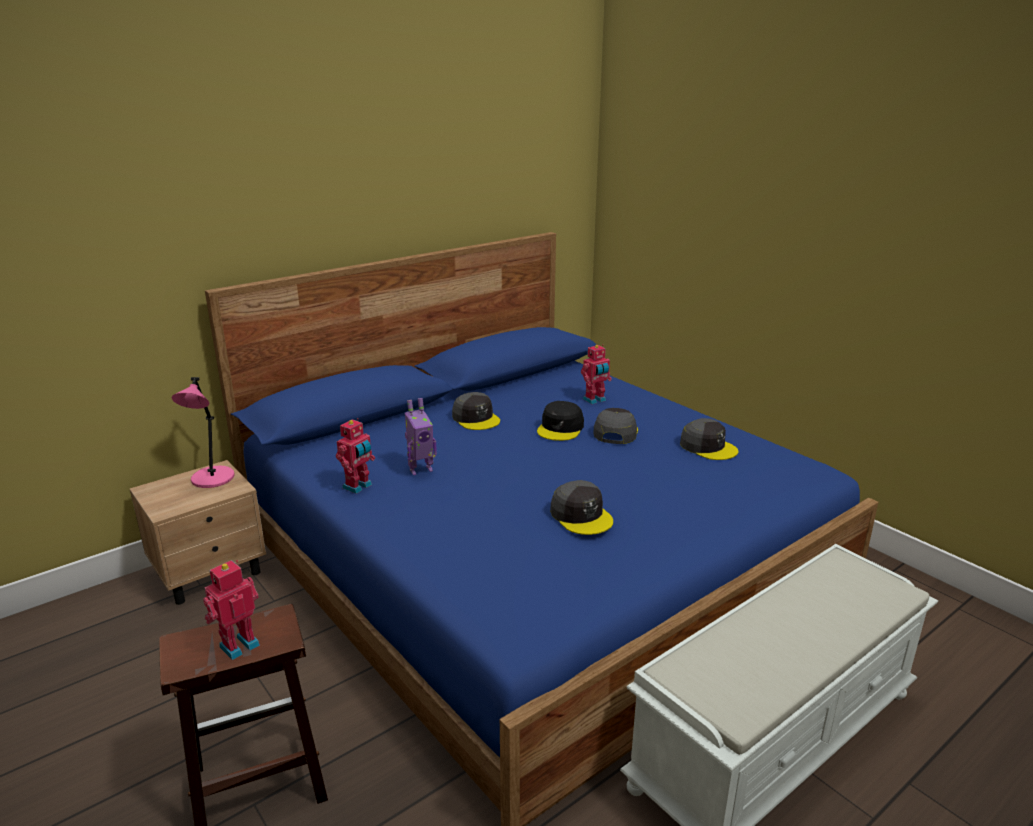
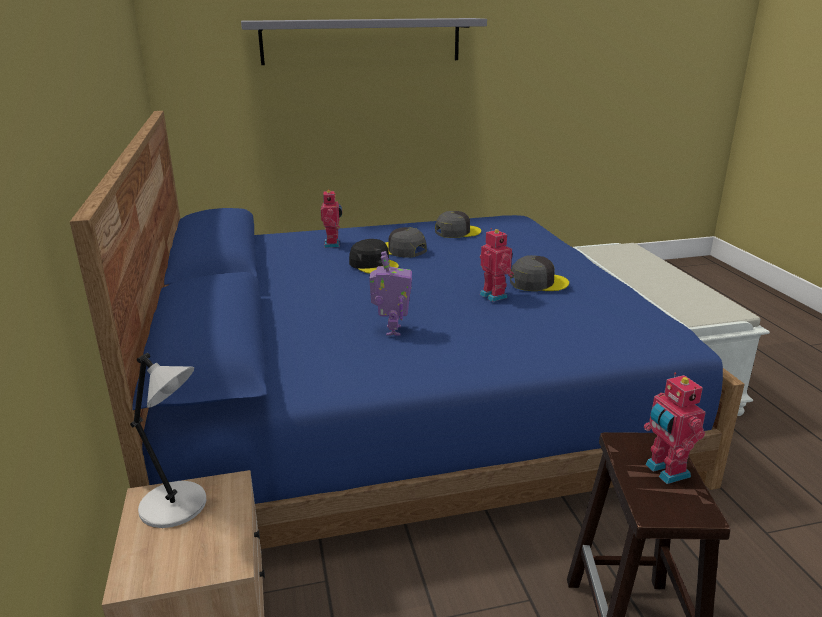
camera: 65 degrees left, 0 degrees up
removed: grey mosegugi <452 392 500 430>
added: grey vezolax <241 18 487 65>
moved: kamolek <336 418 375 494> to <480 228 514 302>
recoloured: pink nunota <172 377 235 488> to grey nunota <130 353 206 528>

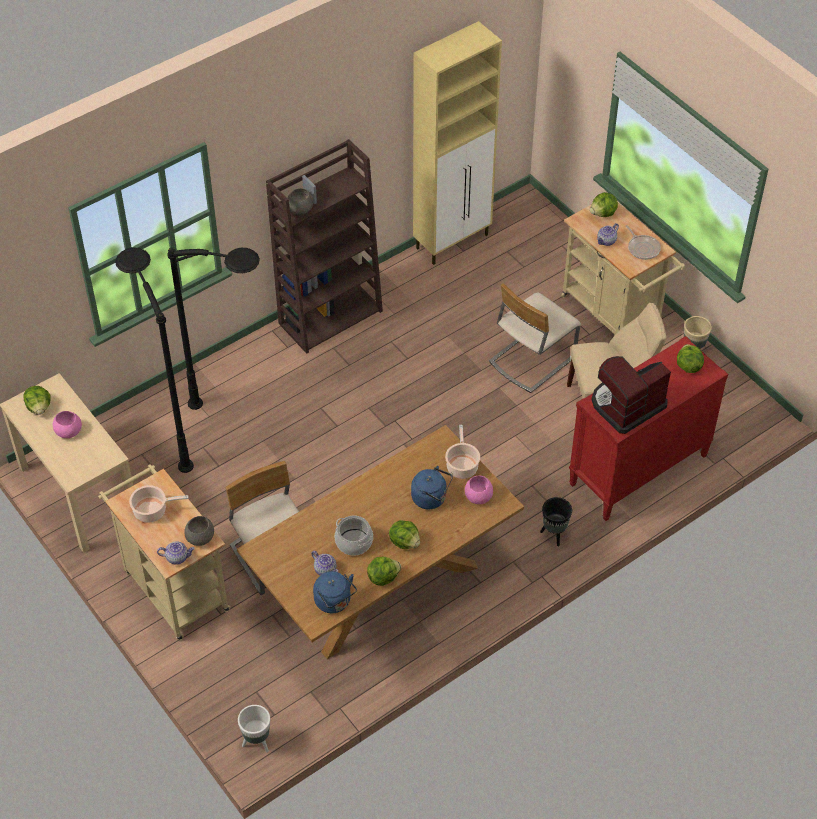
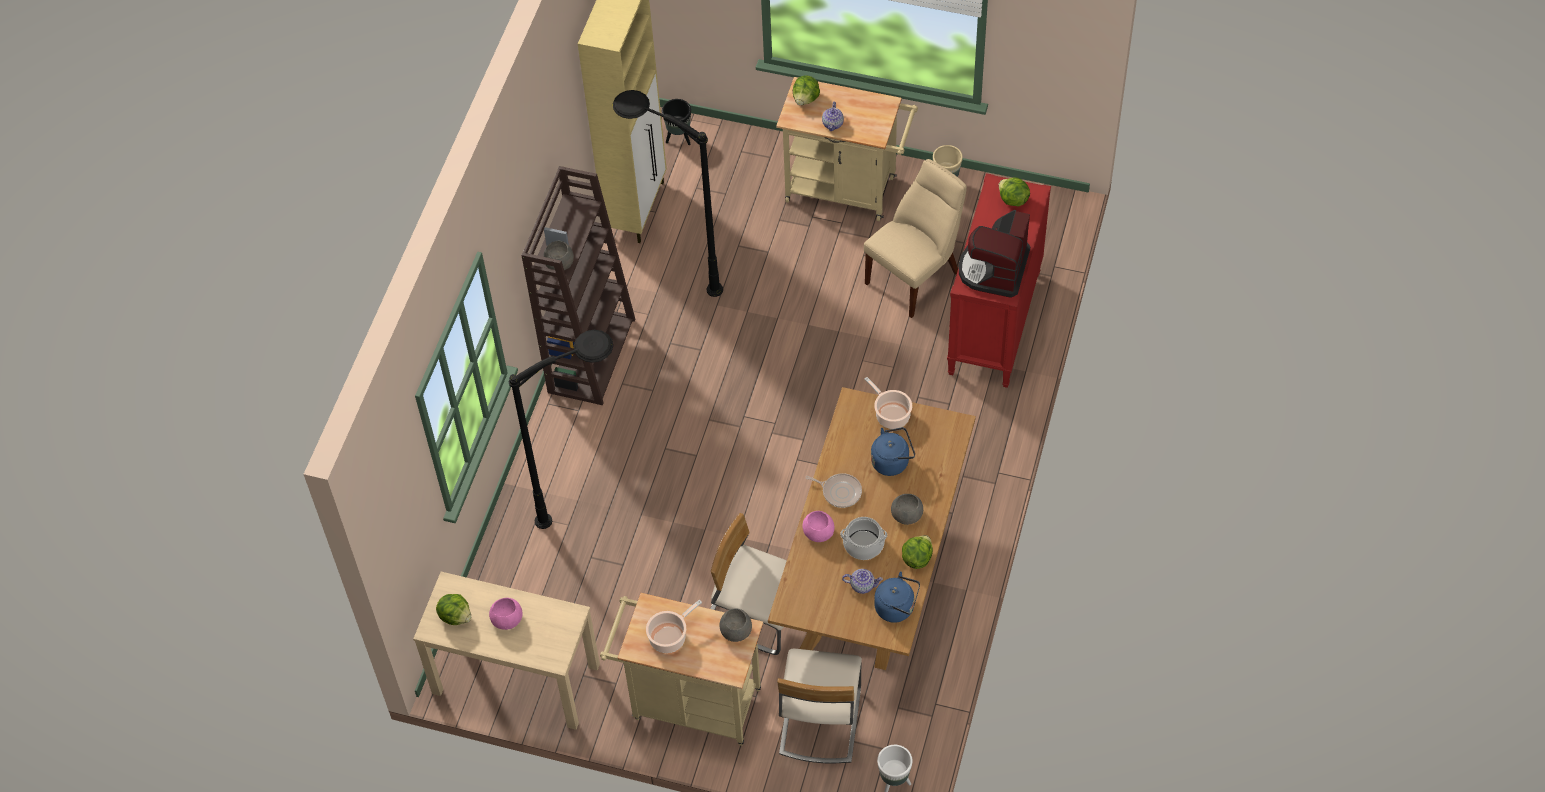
camera: 35 degrees left, 5 degrees up
removed: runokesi <157 542 195 565>
moved: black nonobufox <115 247 194 473> to <613 90 723 297>; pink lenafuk <465 476 493 504> to <802 511 834 542>; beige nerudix <489 283 581 393> to <777 649 862 764>; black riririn <540 497 572 546> to <662 99 691 145>; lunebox <625 225 661 260> to <806 473 862 508>
replaced: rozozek <389 520 420 549> to grey lenafuk <891 494 923 525>

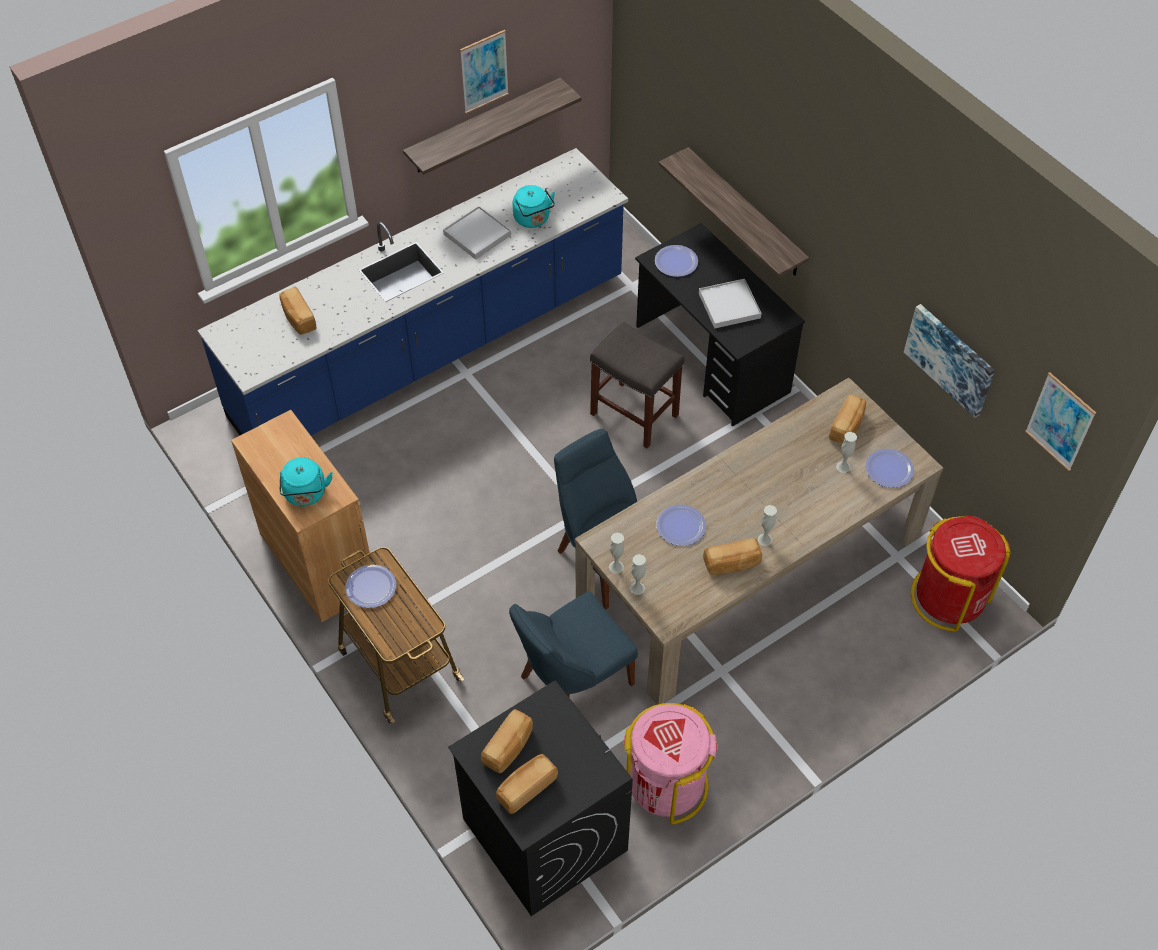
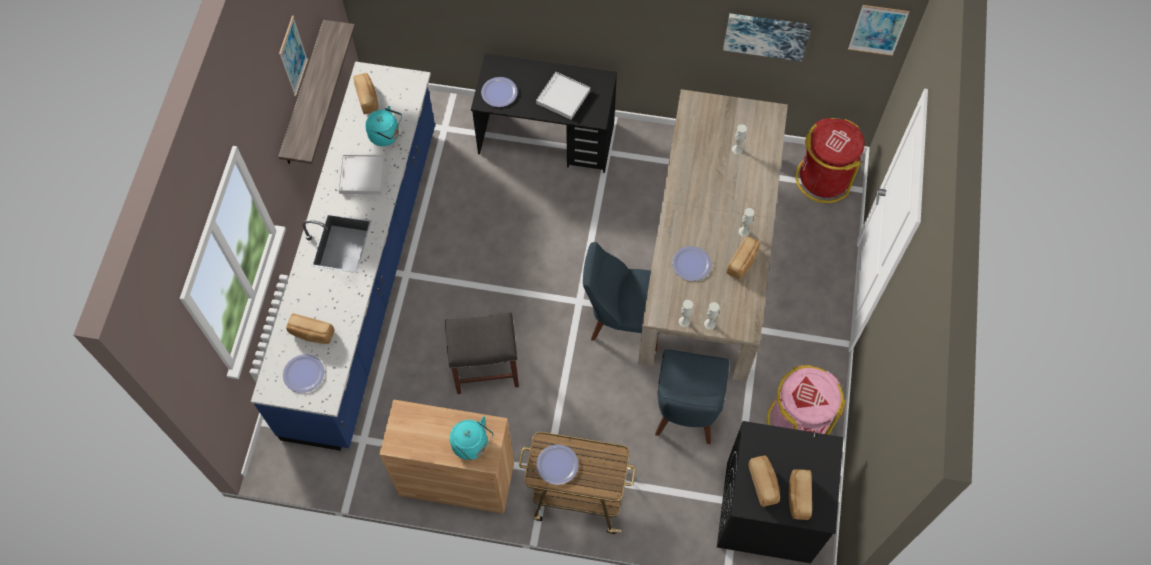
camera: 45 degrees left, 10 degrees up
removed: vezolax <659 147 809 277>
moved: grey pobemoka <590 322 685 448> to <445 312 519 394>; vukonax <829 394 866 444> to <353 73 378 114>; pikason <865 449 914 488> to <283 354 324 393>

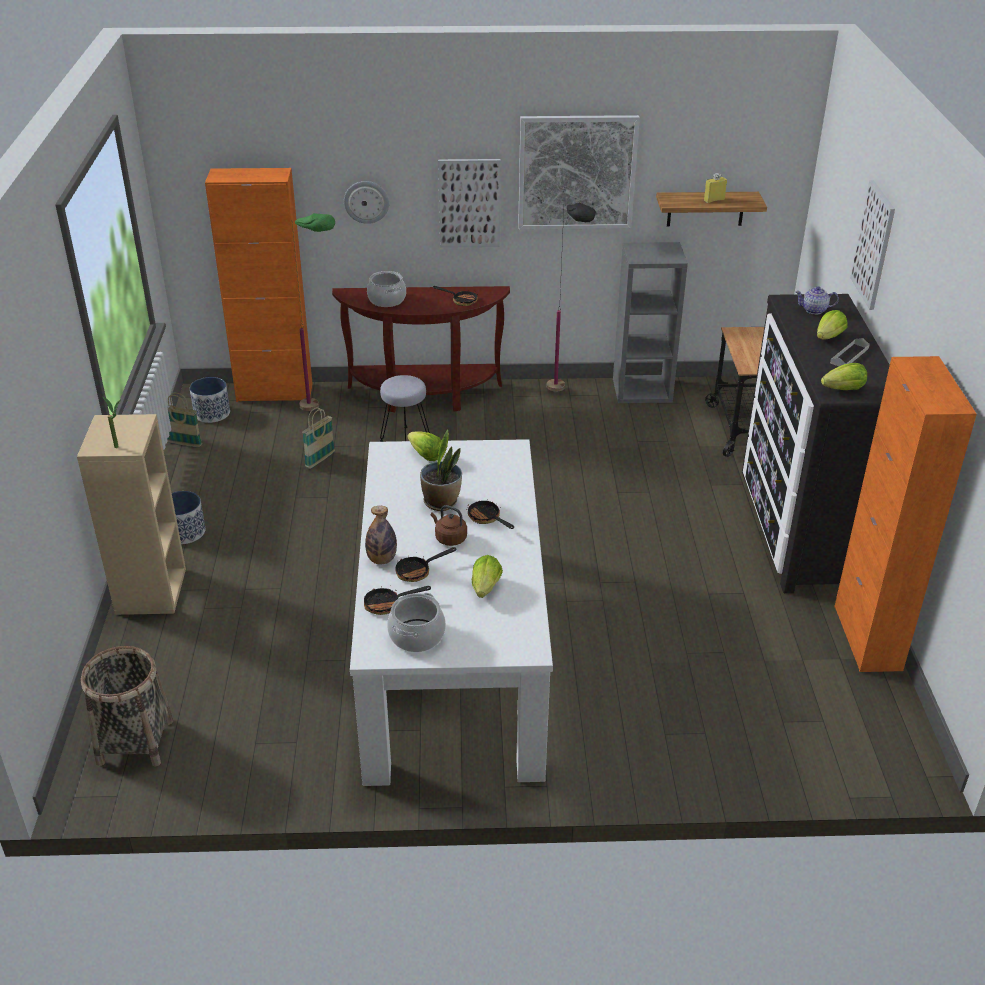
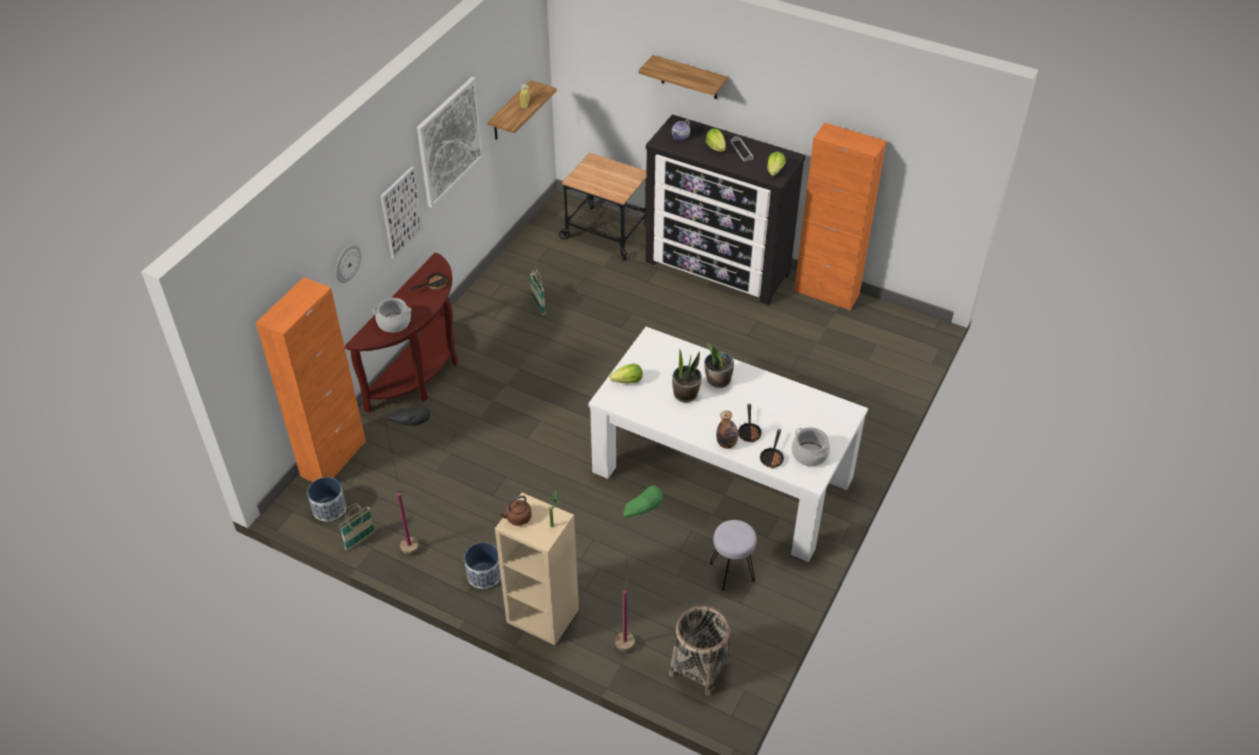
camera: 60 degrees left, 10 degrees up
removed: rozozek <472 555 503 598>; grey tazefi <613 242 688 403>
moved: green nonobufox <292 213 335 411> to <615 486 663 651>; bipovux <302 407 335 469> to <530 270 546 315>; grey pobemoka <380 375 430 442> to <710 520 757 591>; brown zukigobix <431 505 467 546> to <499 496 532 526>; black nonobufox <547 203 596 392> to <385 406 430 554>
replaced: lunebox <466 499 514 529> to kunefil <704 340 734 388>; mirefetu <850 180 895 310> to vezolax <638 55 728 99>

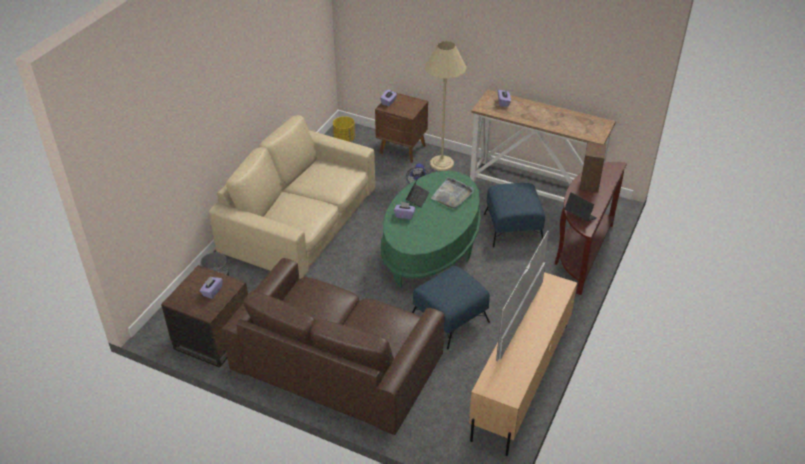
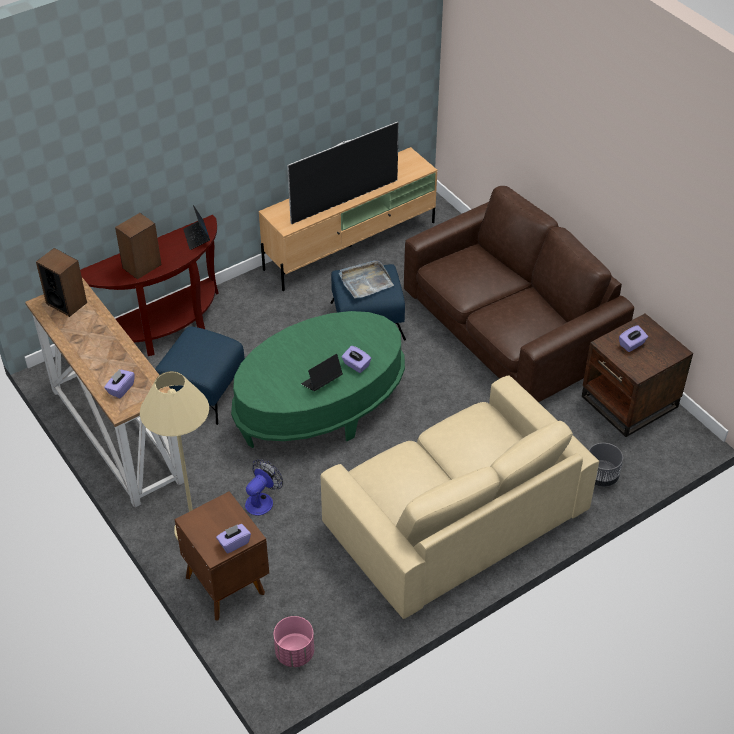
camera: 150 degrees left, 5 degrees up
added: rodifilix <36 248 87 317>
moved: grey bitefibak <431 177 474 209> to <339 260 394 299>
recoloured: yellow riririn <333 116 355 142> to pink riririn <274 616 314 667>

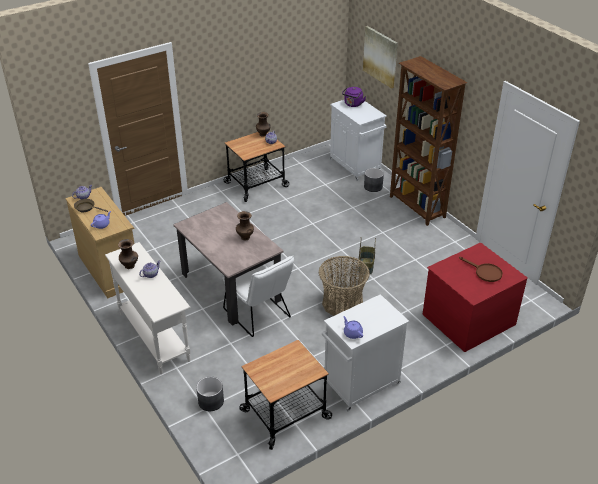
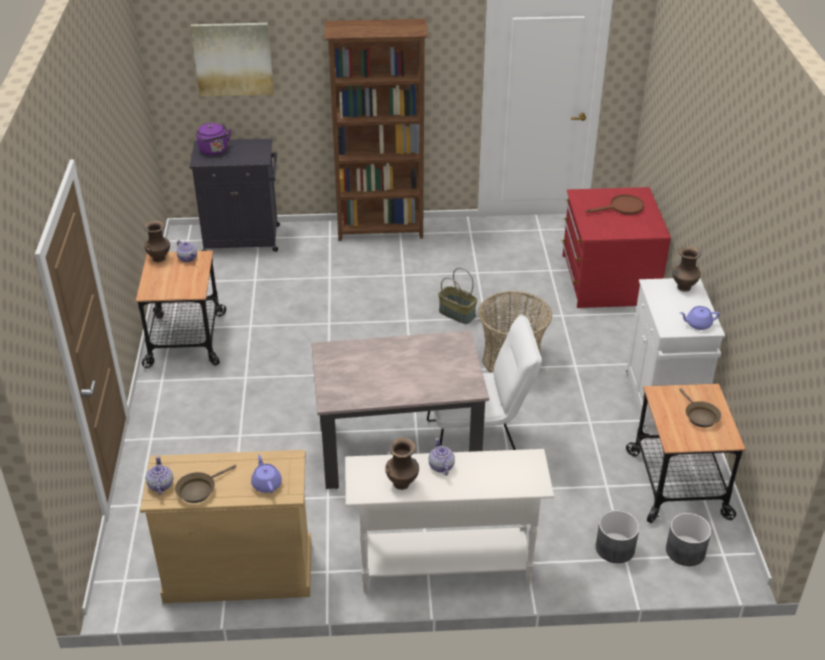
camera: 60 degrees left, 0 degrees up
added: brown lunebox <679 388 721 428>
moved: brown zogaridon <236 211 254 241> to <672 247 701 292>; grey riririn <364 168 384 192> to <666 513 711 566>
recoloured: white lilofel <329 100 387 181> to black lilofel <189 139 280 252>

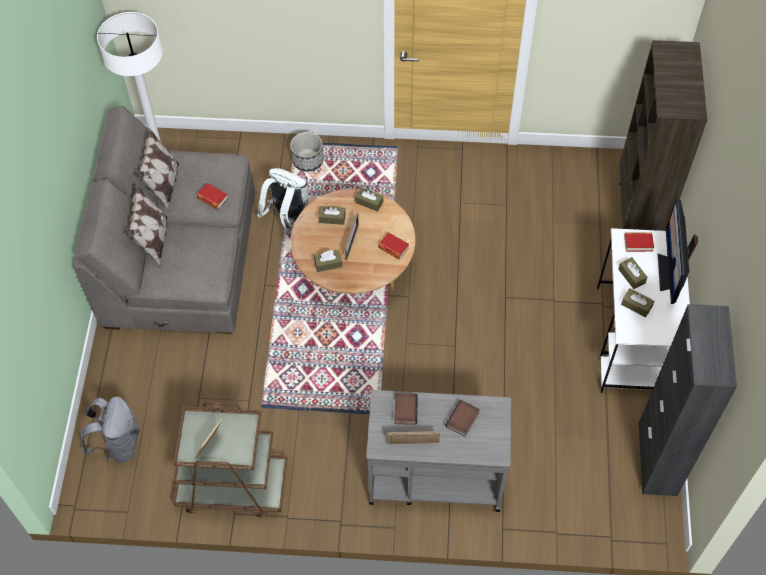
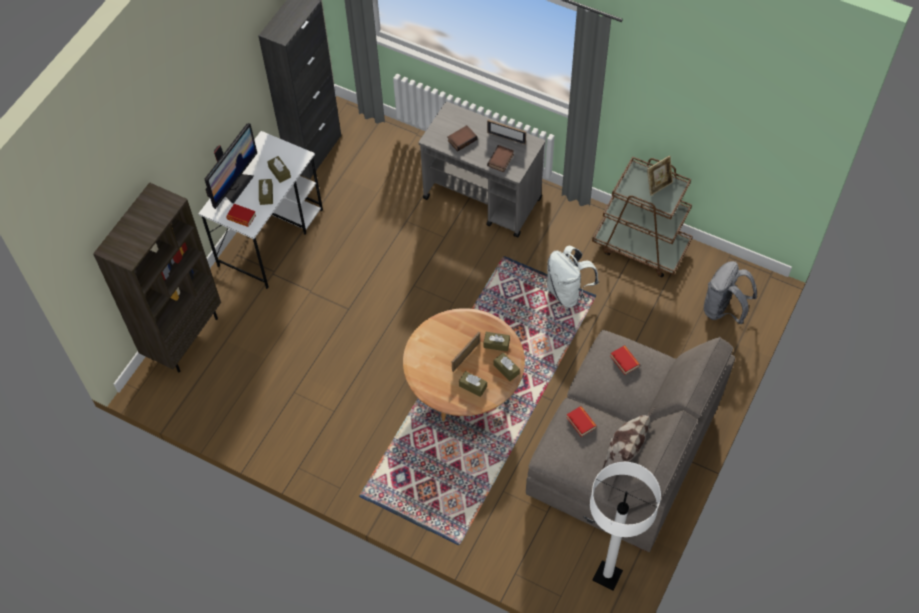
camera: 155 degrees left, 0 degrees up
removed: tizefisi <127 184 167 267>; riririn <290 132 324 172>
moved: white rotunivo <257 168 309 232> to <547 246 599 308>; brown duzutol <355 187 383 212> to <494 353 520 381>; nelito <378 232 409 259> to <610 346 640 375>

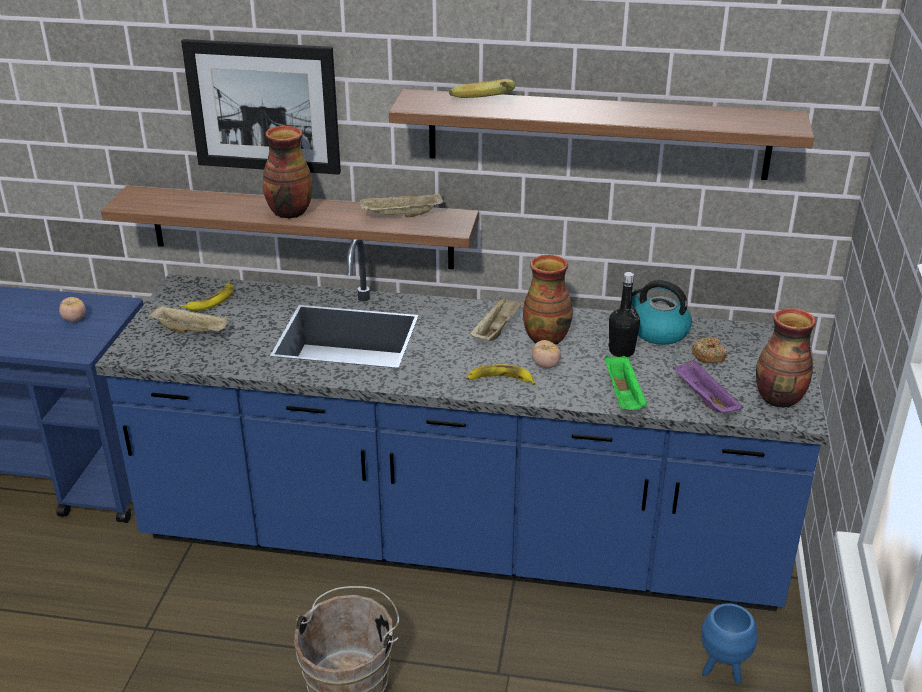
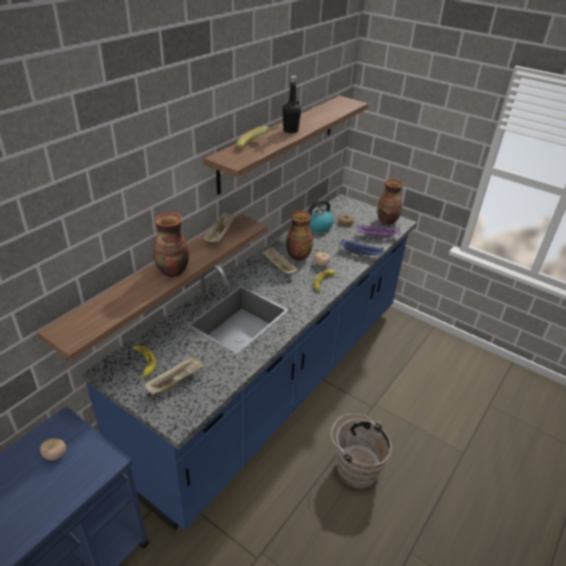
camera: 65 degrees left, 5 degrees up
removed: mirefetu <181 39 341 175>; blue riririn <701 603 758 684>
moved: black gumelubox <608 272 640 357> to <283 76 301 134>
recoloured: green bitefibak <605 355 647 410> to blue bitefibak <339 239 384 256>

